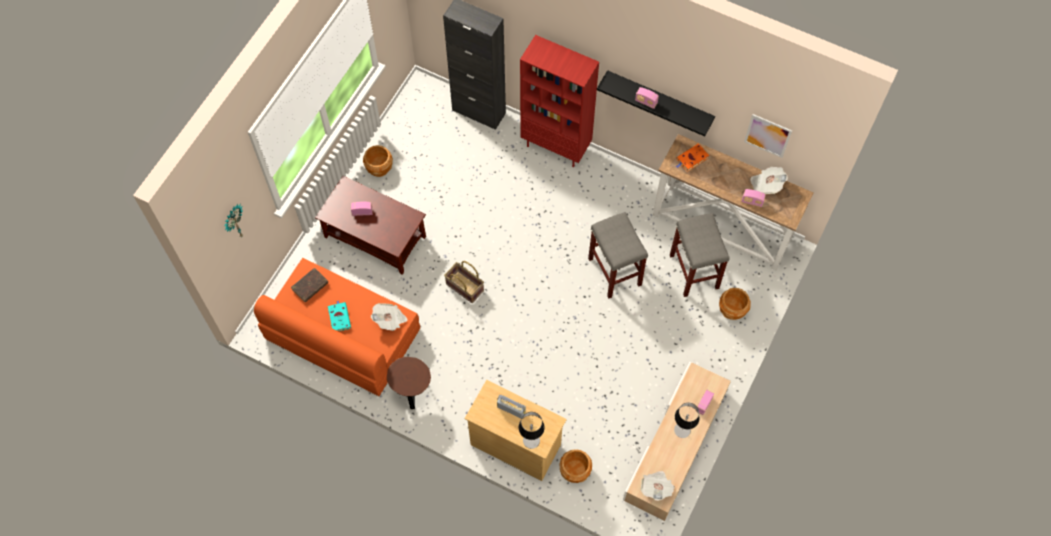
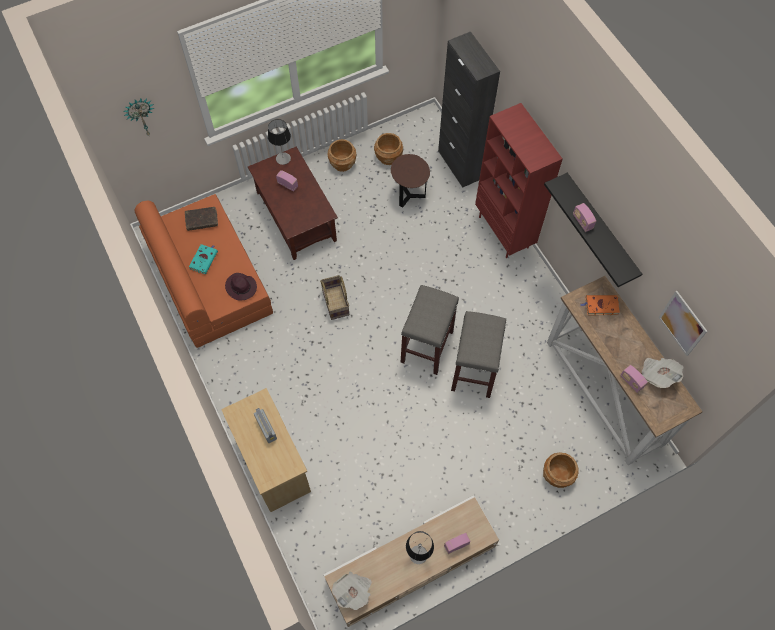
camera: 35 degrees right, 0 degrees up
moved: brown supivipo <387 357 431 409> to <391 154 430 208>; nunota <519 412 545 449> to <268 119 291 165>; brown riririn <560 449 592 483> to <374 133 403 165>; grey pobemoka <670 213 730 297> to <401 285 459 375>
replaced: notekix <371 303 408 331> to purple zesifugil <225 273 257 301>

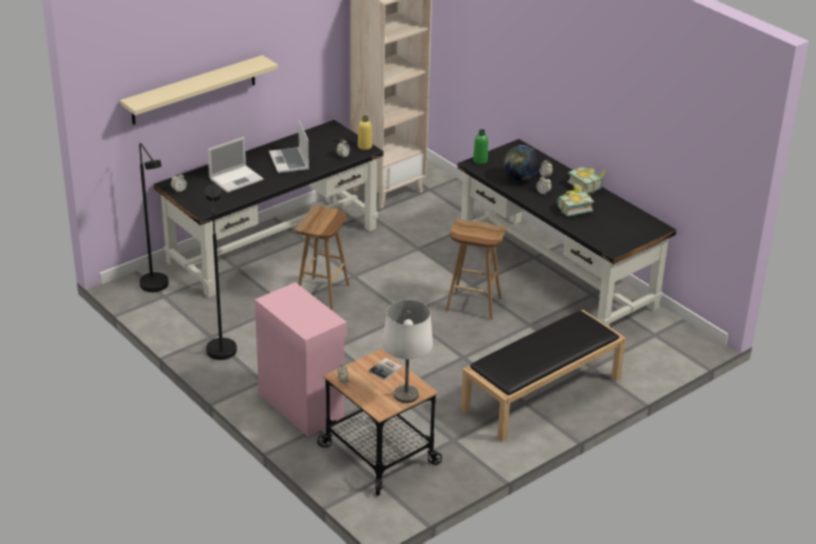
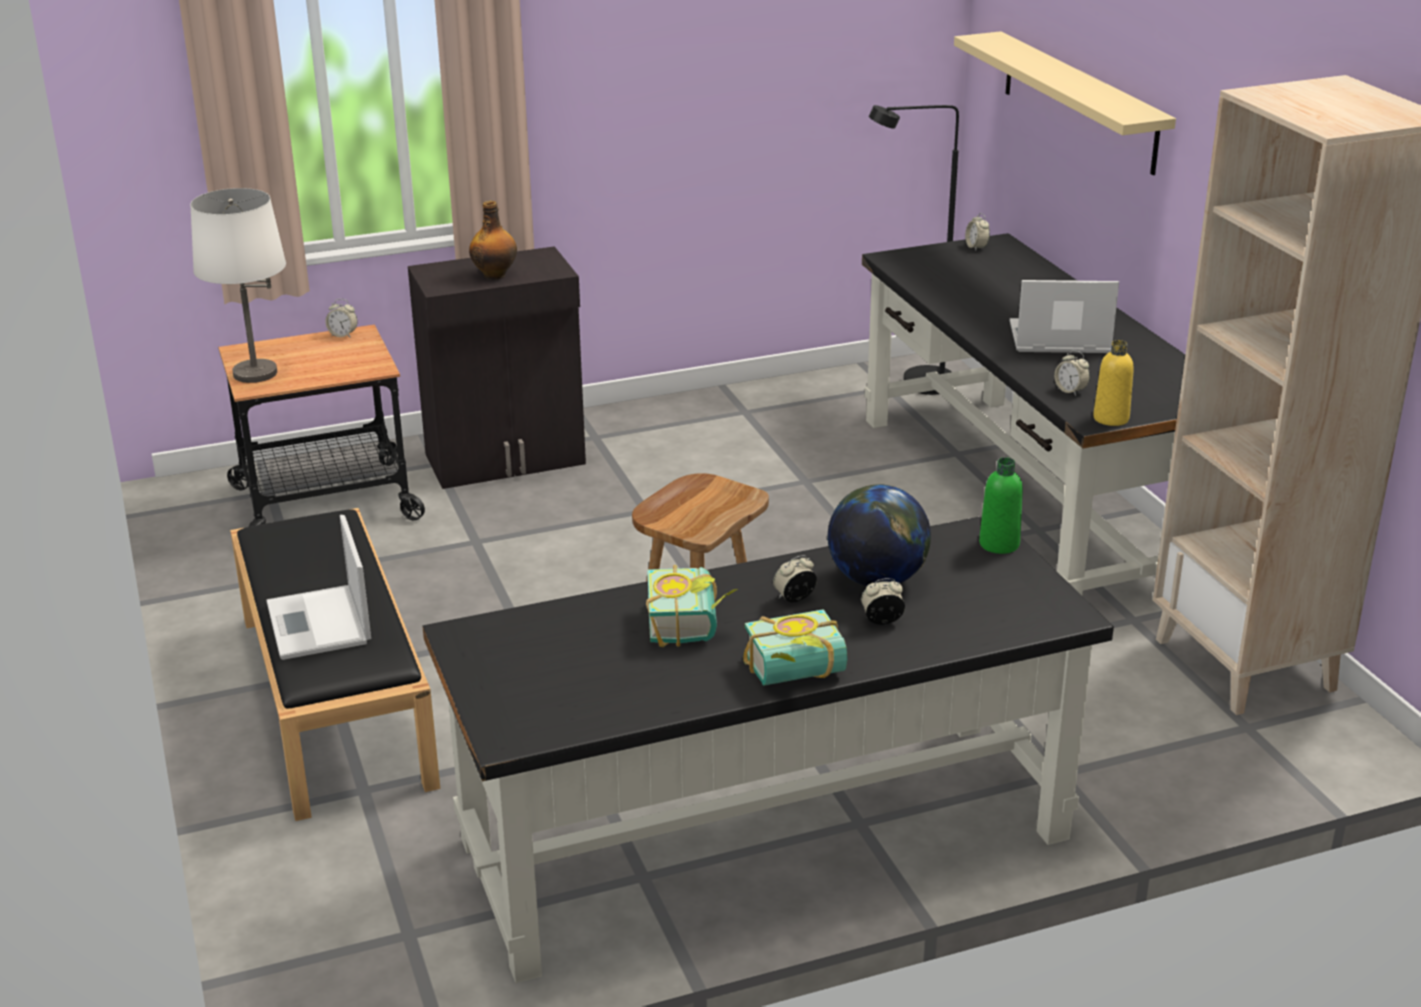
camera: 110 degrees right, 5 degrees down
removed: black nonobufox <205 184 237 360>; brown pobemoka <294 205 349 310>; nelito <368 358 402 380>
added: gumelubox <469 201 517 280>
moved: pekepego <207 137 264 193> to <266 515 371 660>
recoloured: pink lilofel <255 282 347 437> to black lilofel <408 246 586 489>

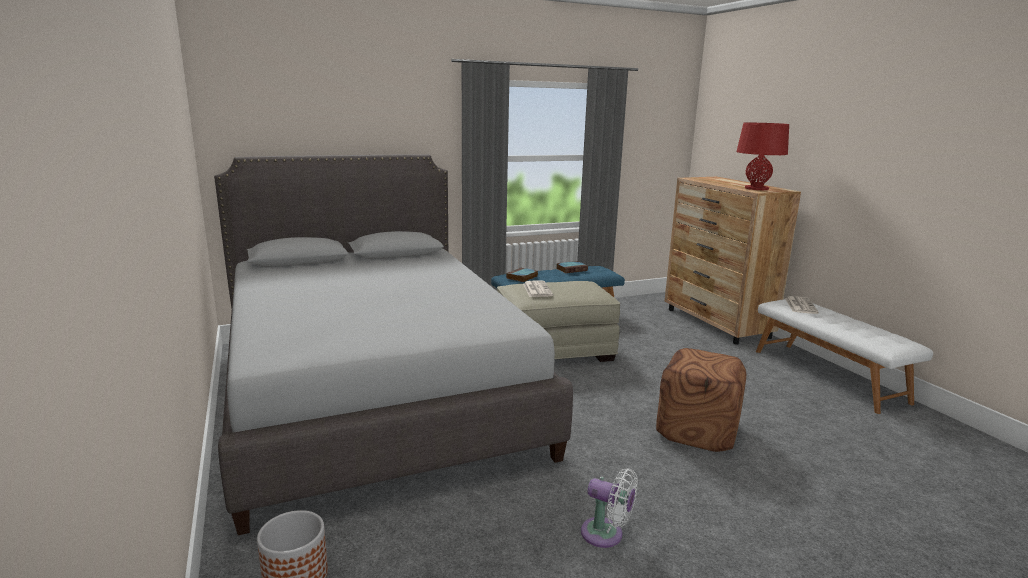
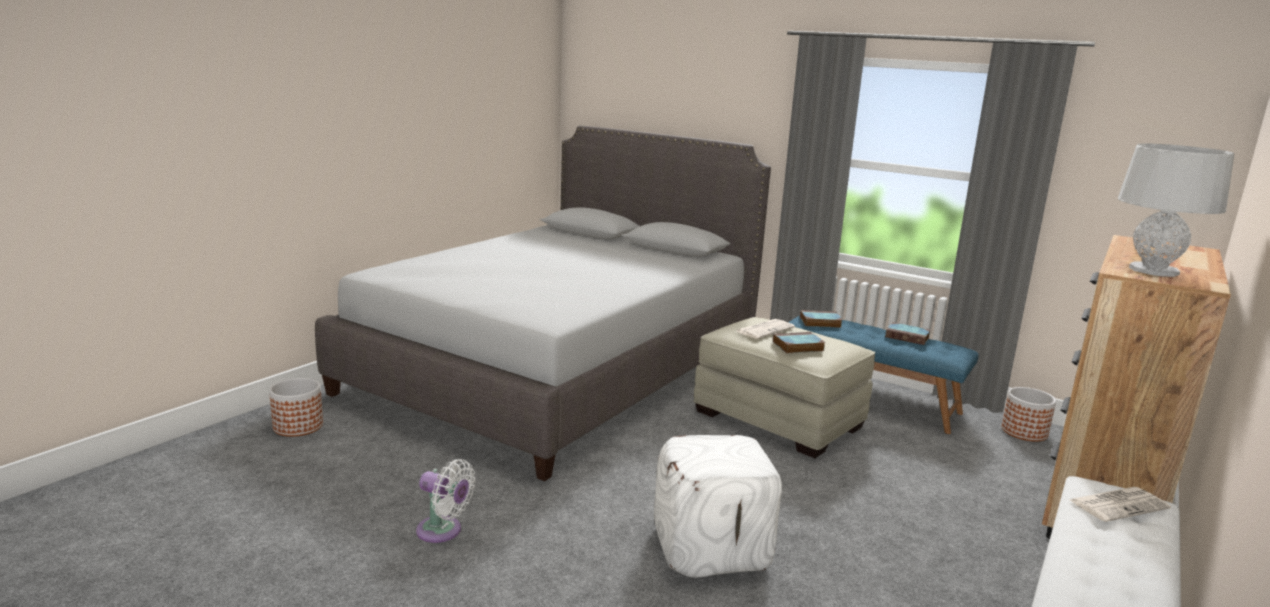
camera: 55 degrees right, 0 degrees up
added: nelito <773 332 826 353>; riririn <1002 387 1056 442>
recoloured: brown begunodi <656 348 746 452> to white begunodi <654 435 782 578>; red nunota <737 122 789 190> to grey nunota <1118 143 1234 277>
turned: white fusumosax <581 468 638 548> = <416 459 475 543> 60 degrees counterclockwise

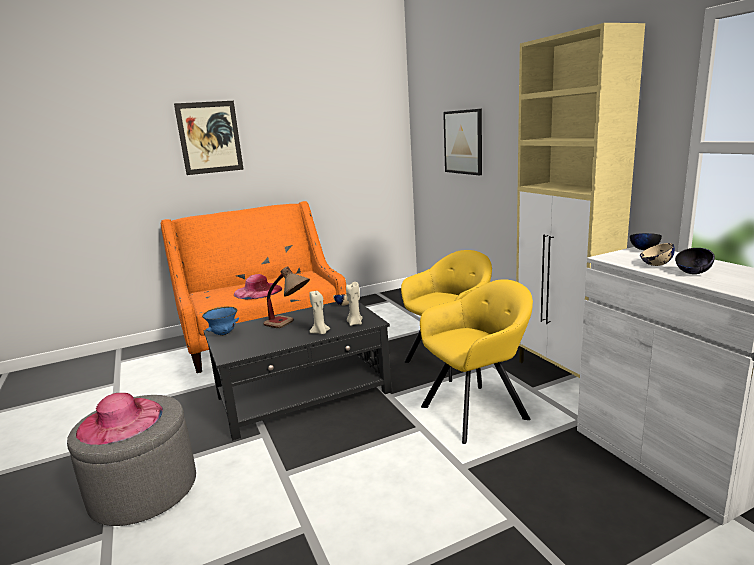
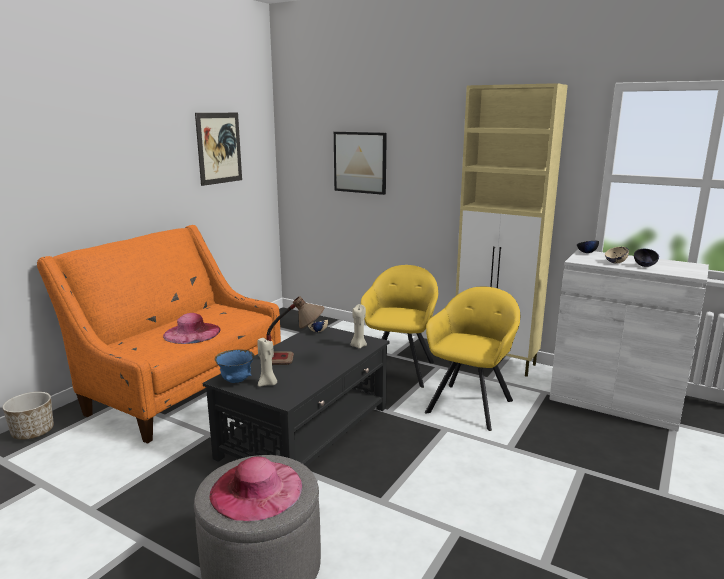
camera: 35 degrees left, 0 degrees up
added: riririn <3 392 54 440>
moved: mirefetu <174 101 244 175> to <195 113 242 186>; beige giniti <309 291 330 334> to <258 338 277 387>

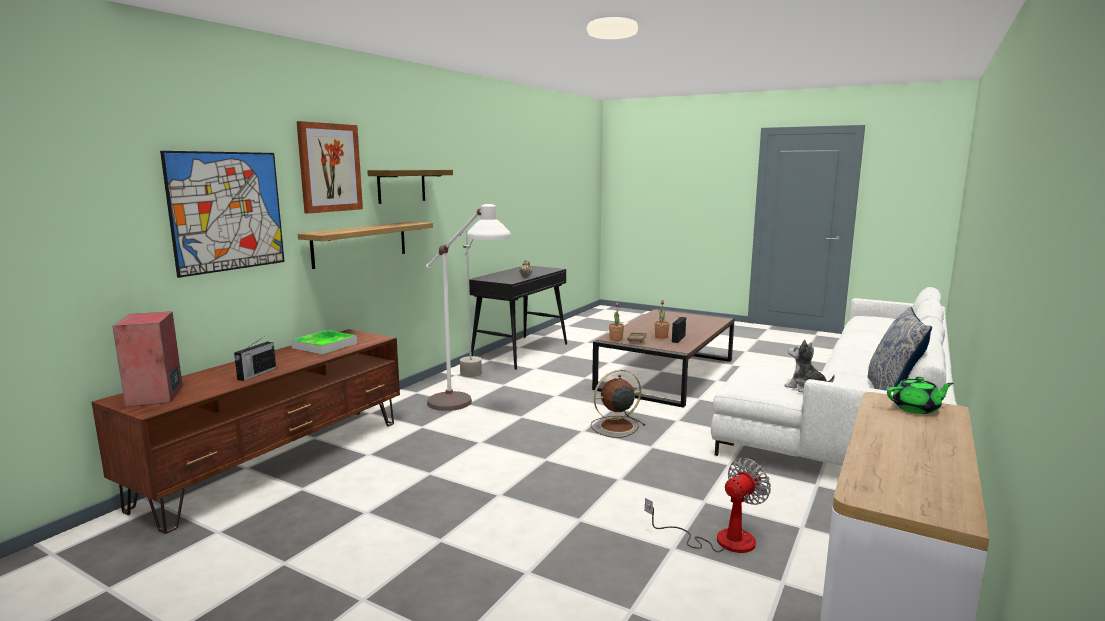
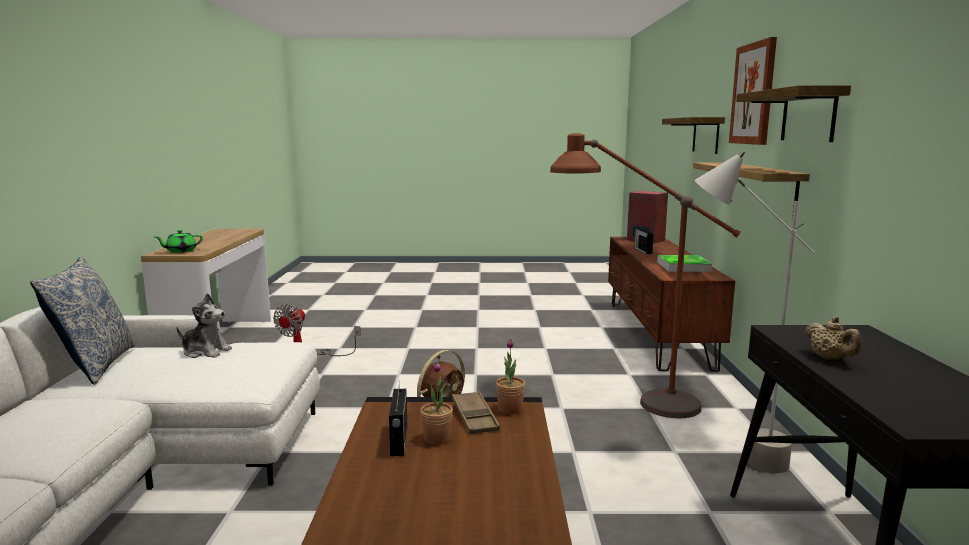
camera: 150 degrees right, 0 degrees up
replaced: mirefetu <160 151 285 278> to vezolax <662 117 725 154>
recoloured: white nonobufox <425 204 511 411> to brown nonobufox <550 133 741 418>

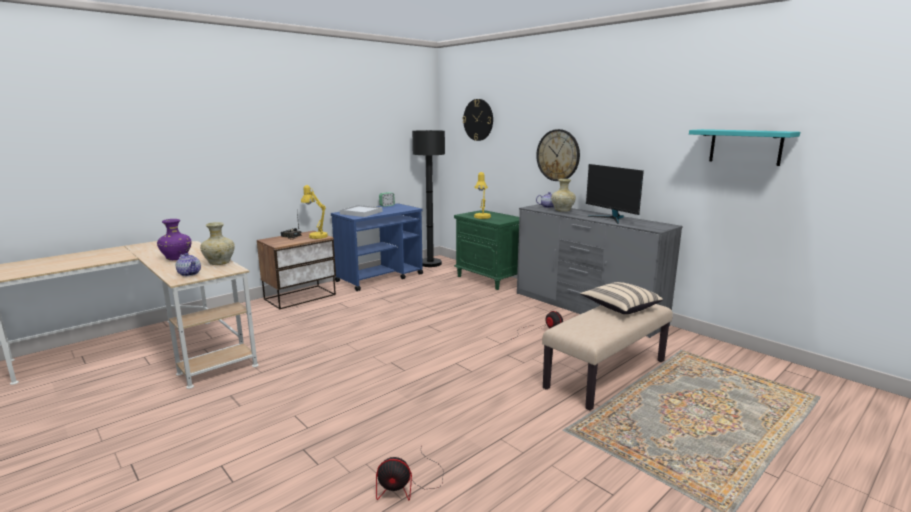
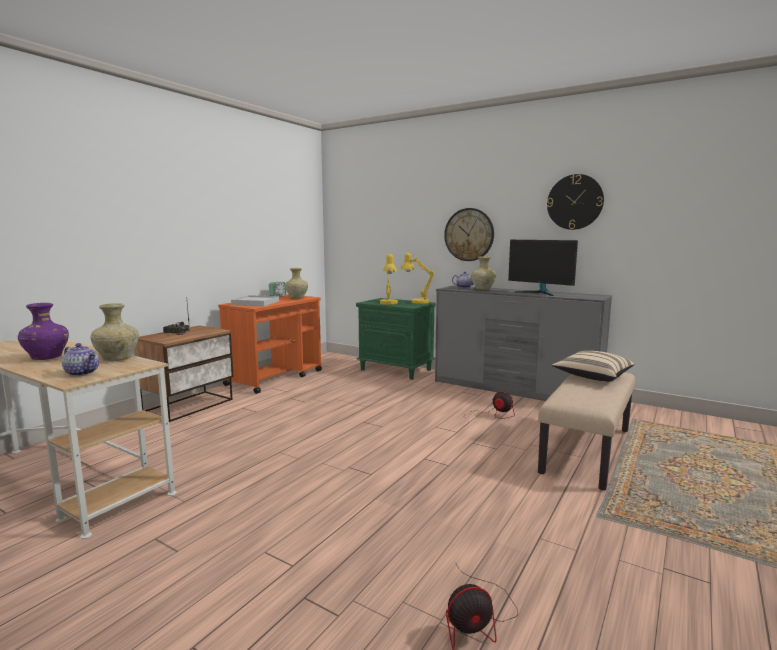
camera: 15 degrees left, 5 degrees down
removed: black nonobufox <412 130 445 267>; turquoise vezolax <689 129 800 166>
added: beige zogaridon <285 268 308 299>
moved: yellow nunota <301 185 328 239> to <401 253 434 304>; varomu <463 99 493 141> to <547 174 604 230>
recoloured: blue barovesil <331 203 423 291> to orange barovesil <218 294 322 394>

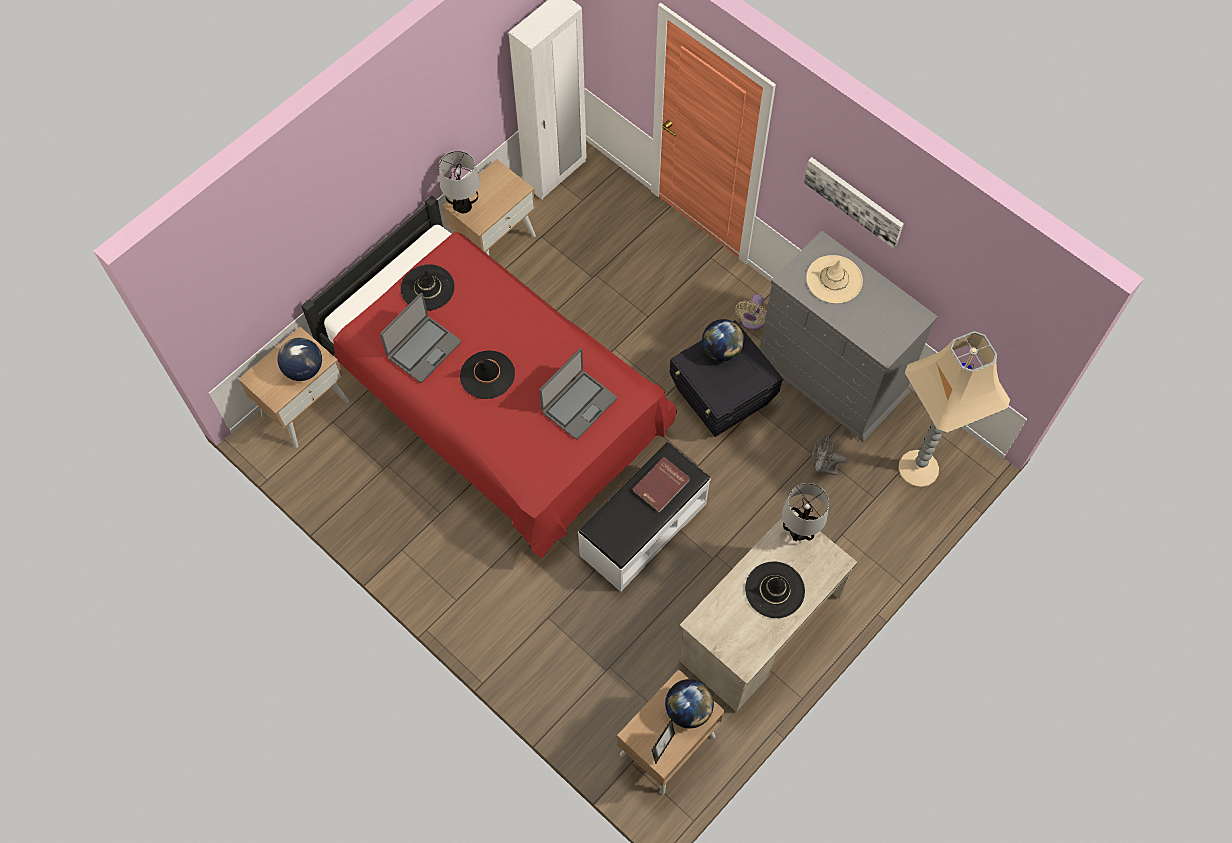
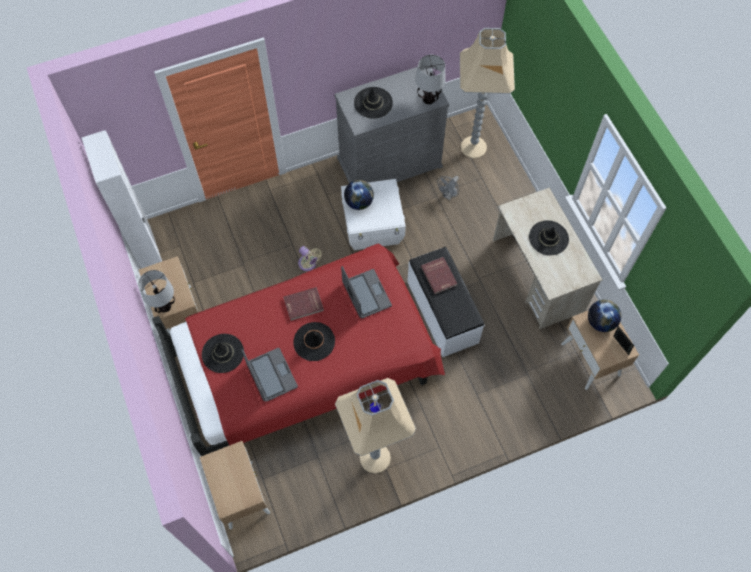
camera: 65 degrees left, 0 degrees up
removed: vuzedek <277 338 322 381>; mirefetu <804 157 904 249>
added: red nelito <283 287 324 321>; beige nonobufox <335 378 416 473>
moved: beige fusumosax <735 294 767 330> to <298 246 322 271>; nunota <782 483 829 541> to <415 55 446 104>
recoloured: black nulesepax <670 320 783 437> to white nulesepax <341 179 406 250>; beige zesifugil <806 255 863 304> to black zesifugil <354 87 393 119>

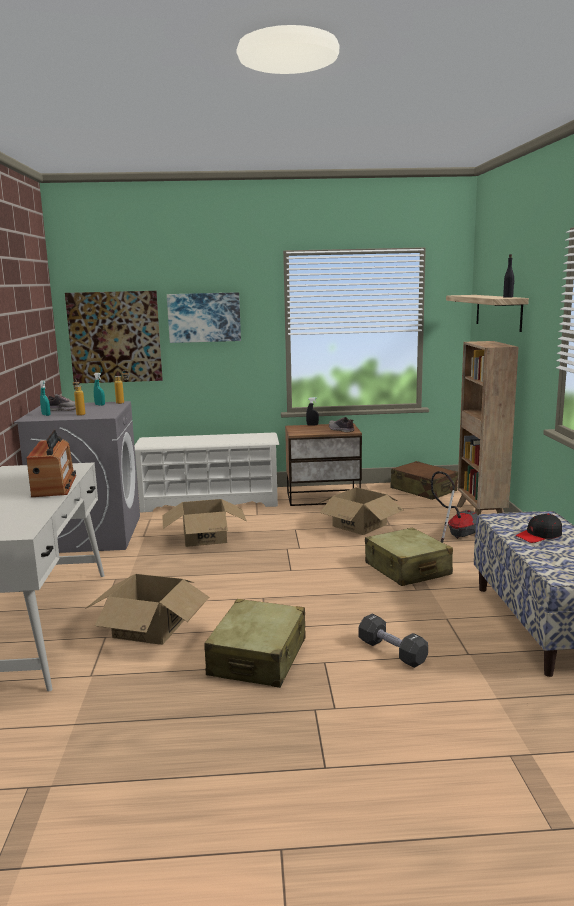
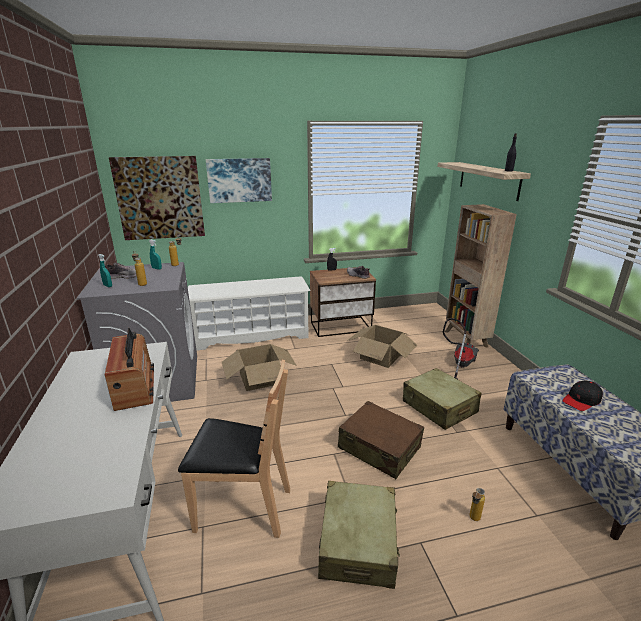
camera: 10 degrees left, 10 degrees up
moved: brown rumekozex <390 461 458 500> to <338 401 424 479>
replaced: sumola <85 574 209 645> to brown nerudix <178 360 290 538>; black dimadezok <359 614 428 668> to gumelubox <469 488 485 521>

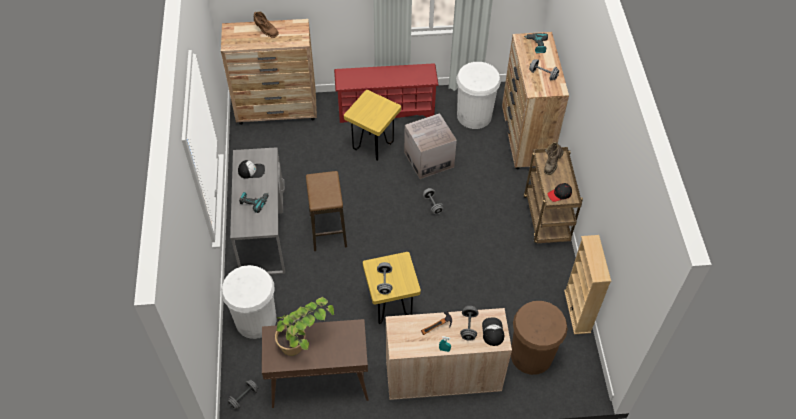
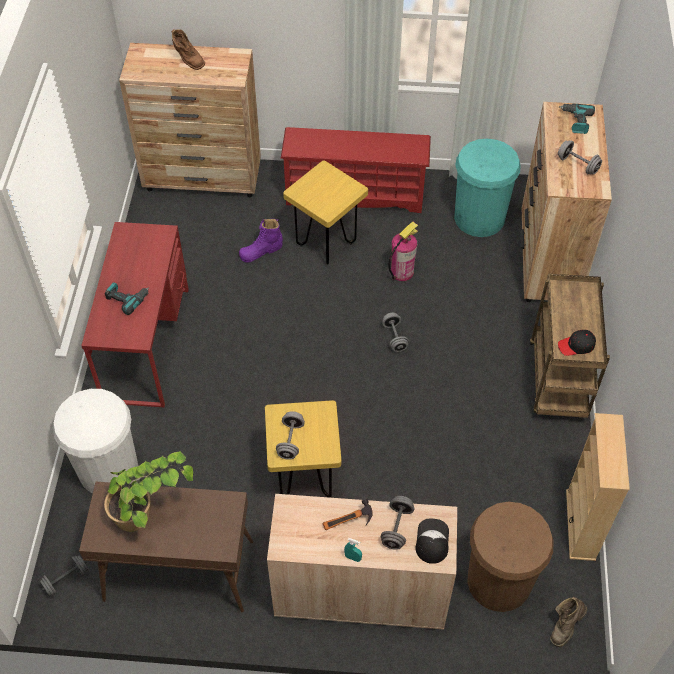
camera: 10 degrees right, 0 degrees up
removed: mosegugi <238 160 265 179>; pobemoka <306 171 347 251>
added: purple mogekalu <239 219 283 263>
moved: brown mogekalu <544 142 564 175> to <550 597 587 647>
replaced: sumola <404 113 457 179> to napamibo <388 222 418 281>
recoloured: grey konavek <230 147 285 275> to red konavek <81 222 189 407>; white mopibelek <456 62 501 129> to turquoise mopibelek <454 139 521 237>

